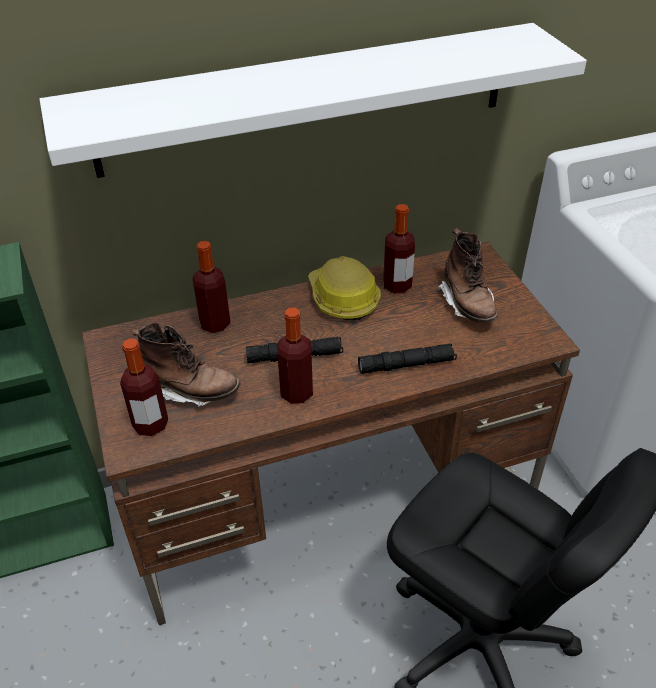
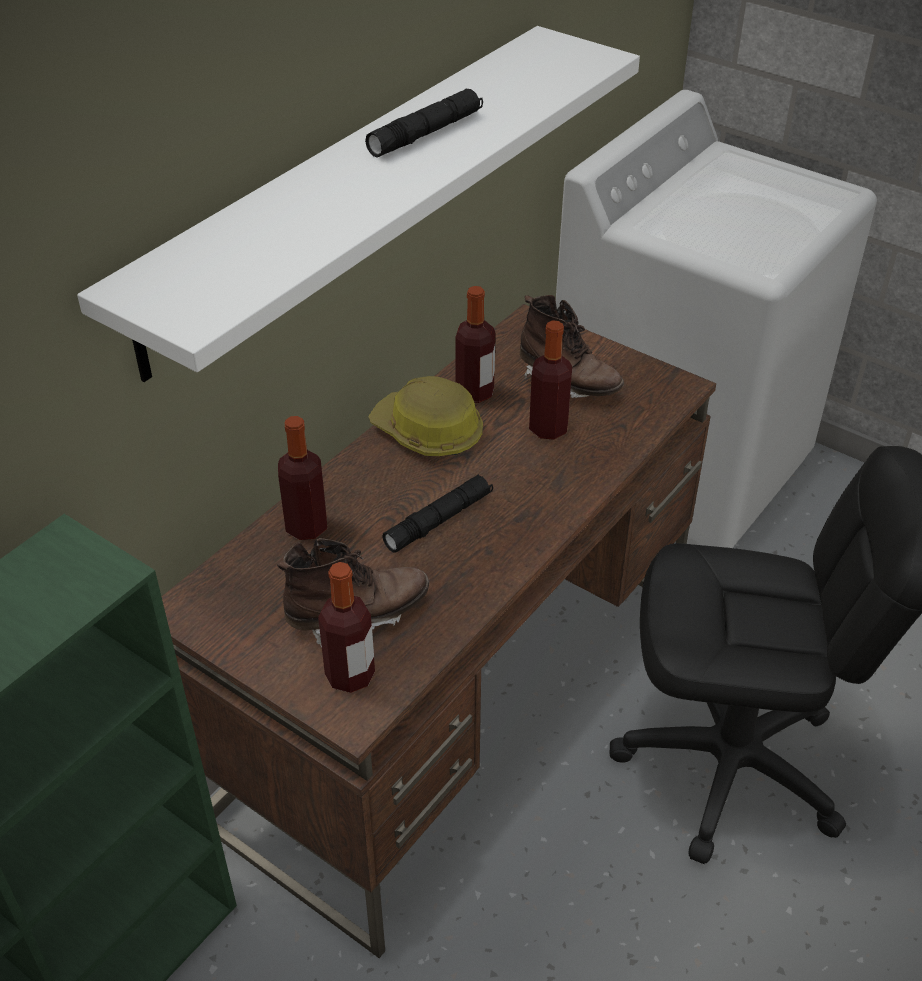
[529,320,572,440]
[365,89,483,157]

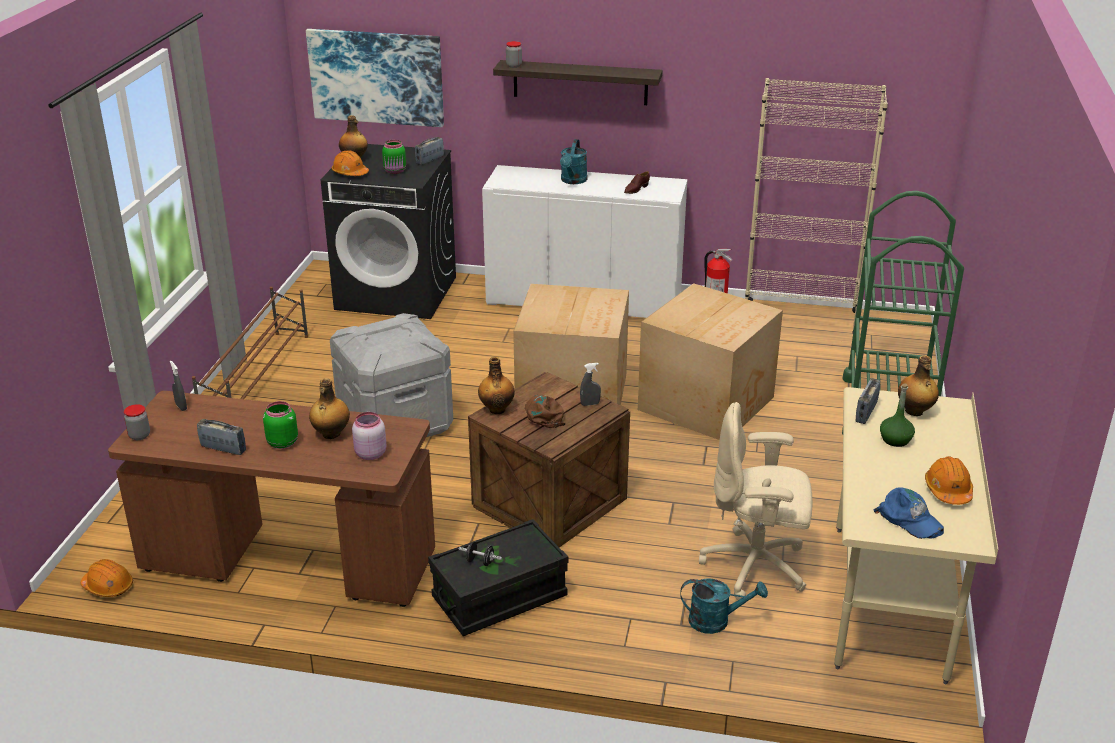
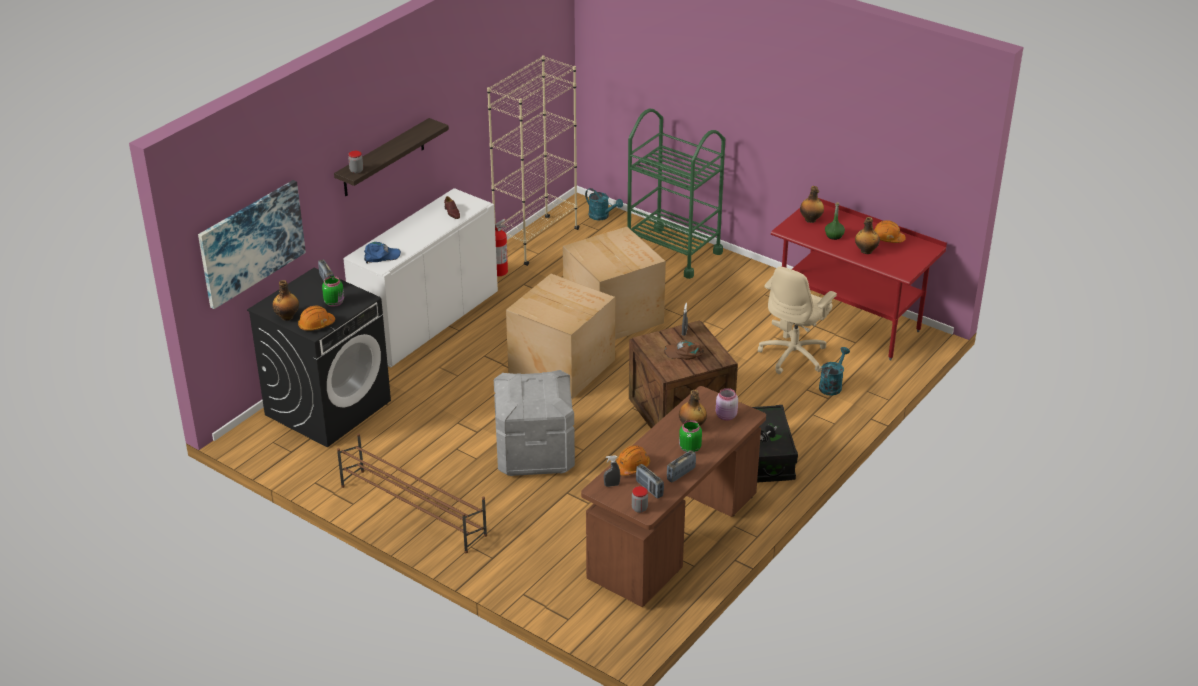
[616,445,650,476]
[855,217,880,254]
[585,188,623,220]
[771,198,947,360]
[636,464,664,498]
[364,242,401,264]

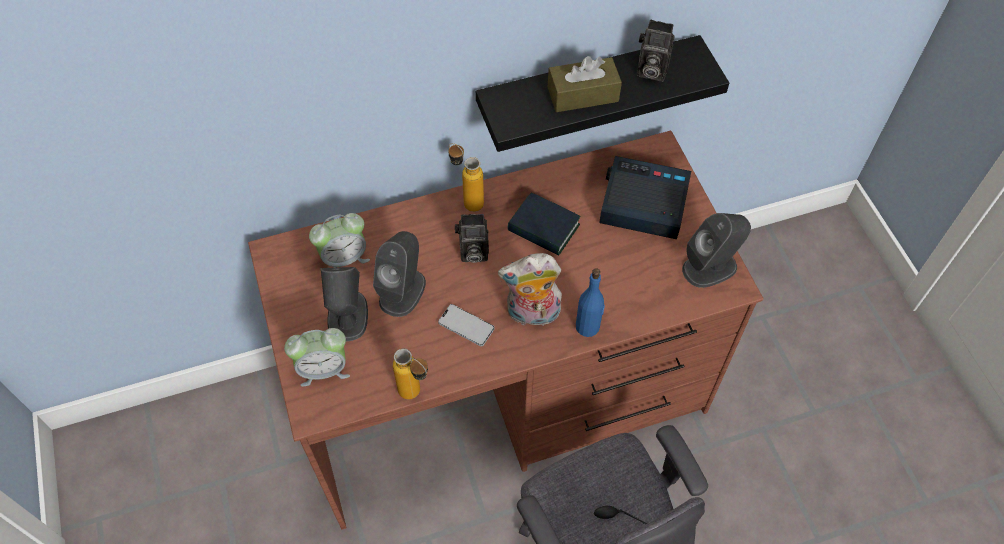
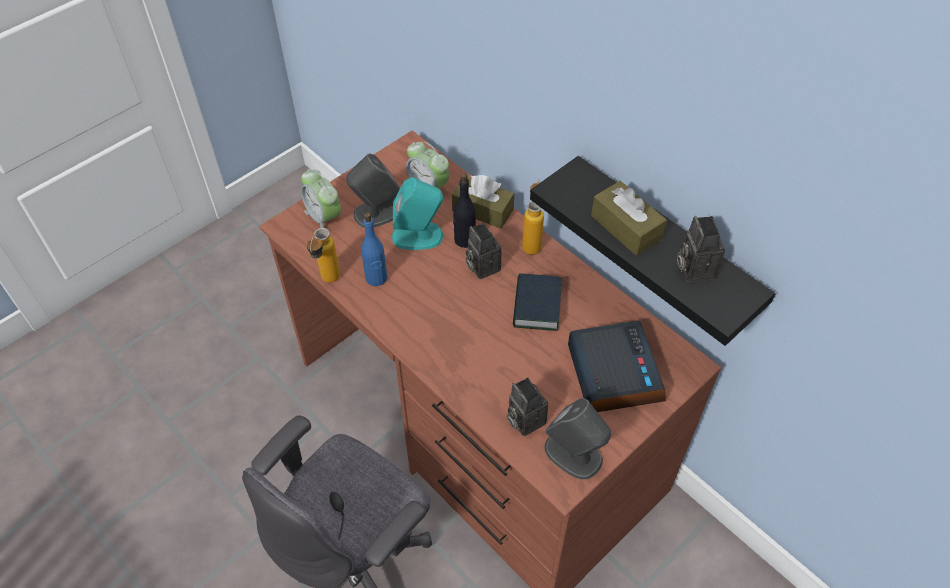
[392,177,443,250]
[438,304,494,346] (first image)
[498,253,563,326] (first image)
[361,212,387,286]
[452,175,514,228]
[453,173,476,248]
[507,378,548,436]

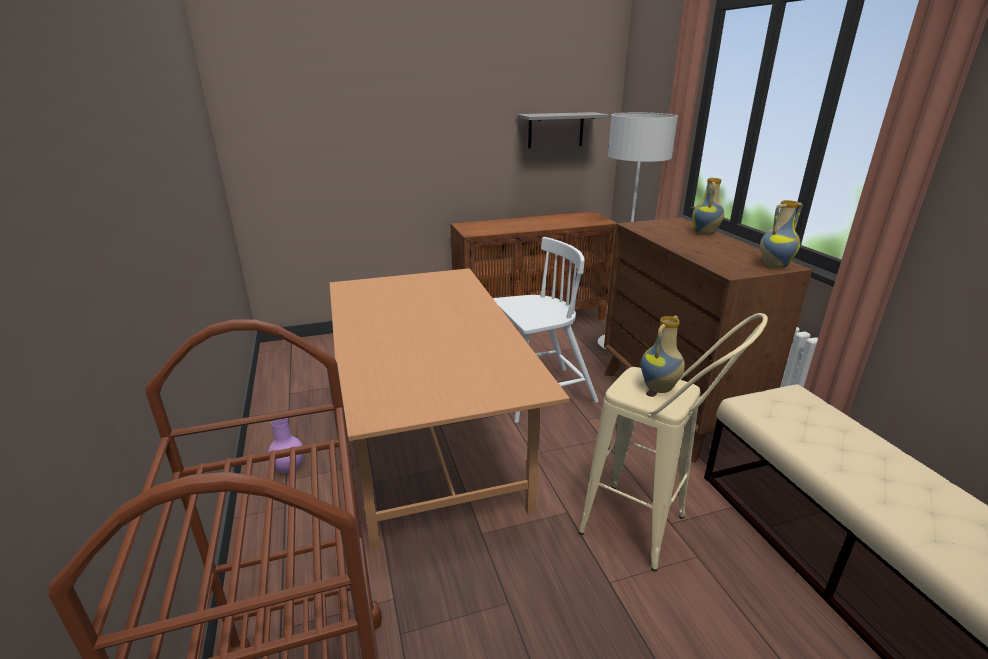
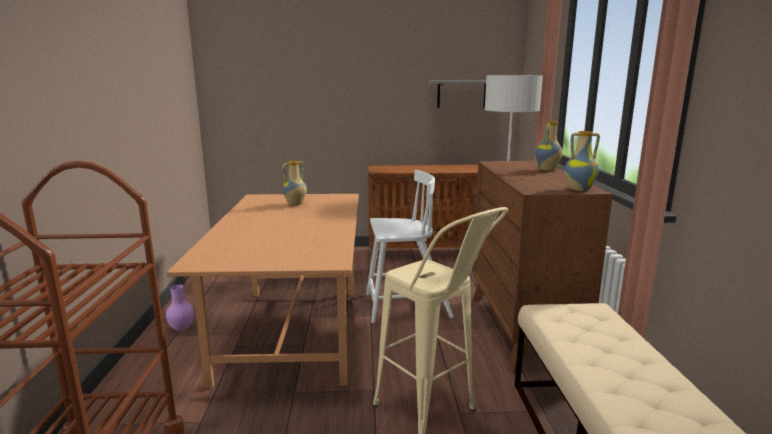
[283,161,307,205]

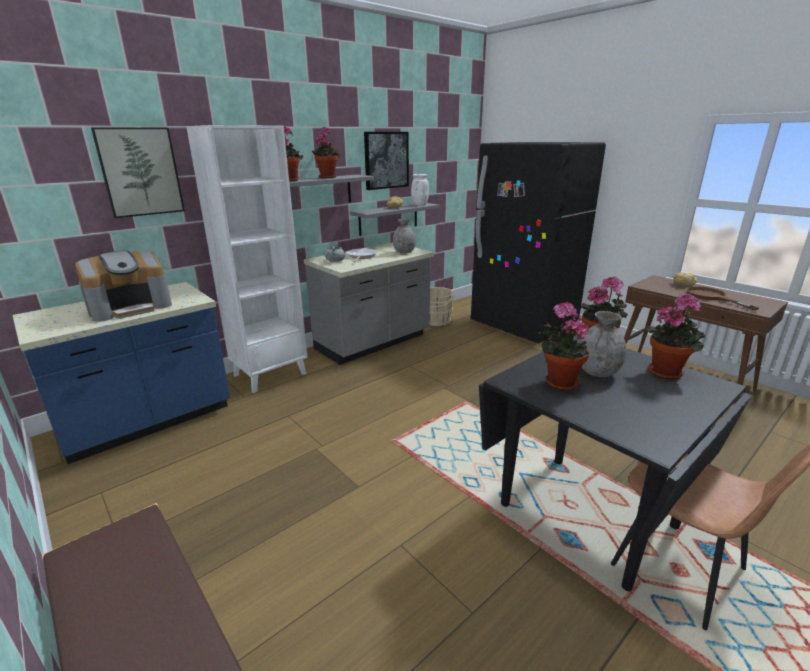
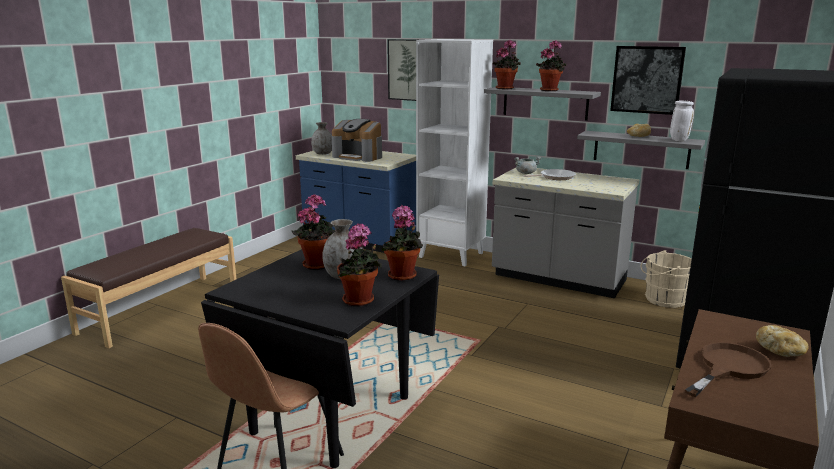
[311,122,332,155]

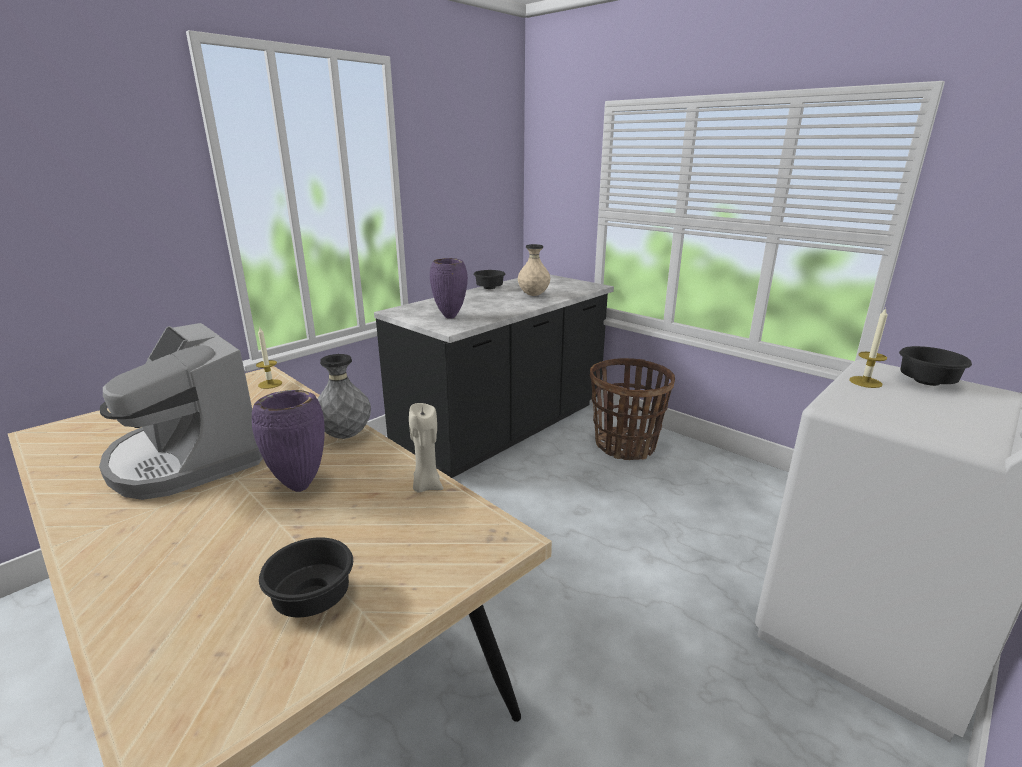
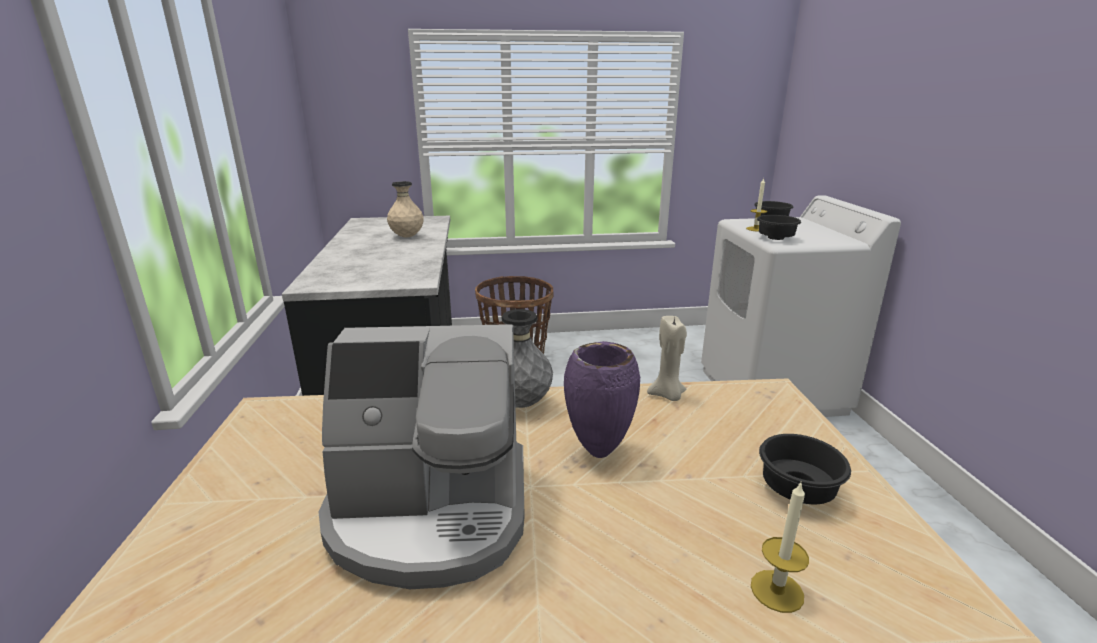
[751,483,809,613]
[430,258,468,319] (first image)
[757,215,801,240]

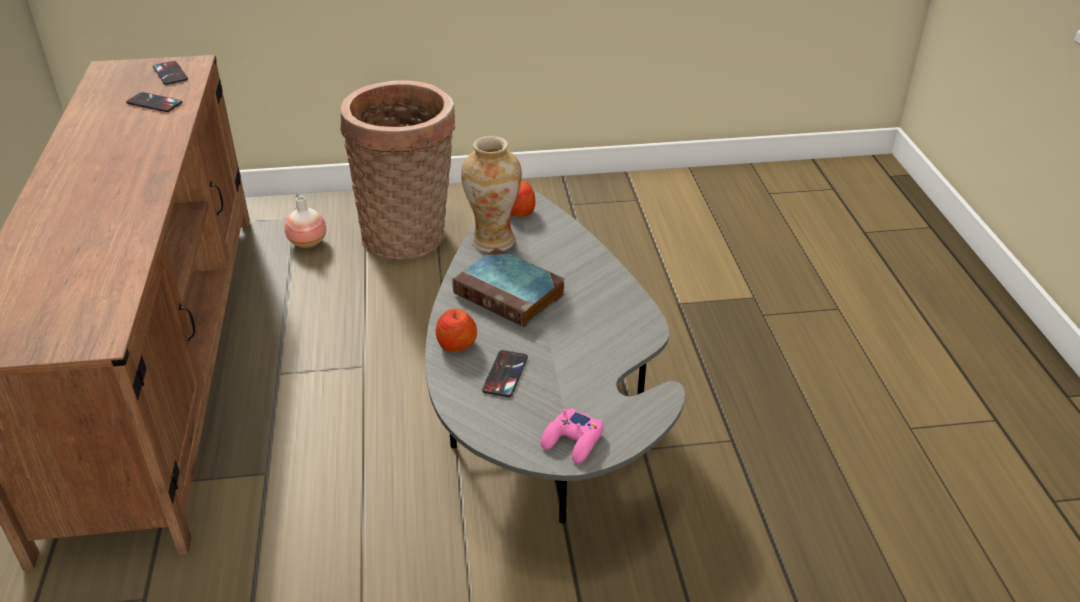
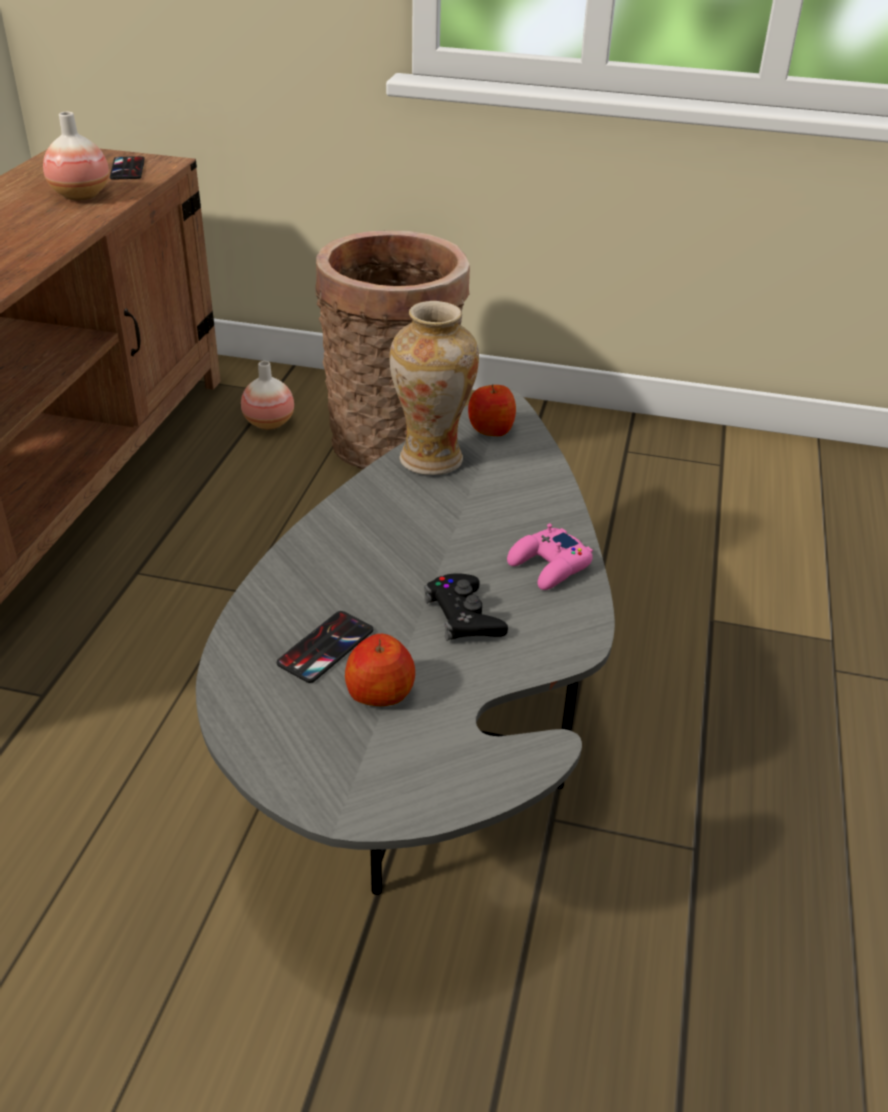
[43,112,109,201]
[345,634,415,706]
[452,248,565,327] (first image)
[507,523,593,590]
[424,574,508,641]

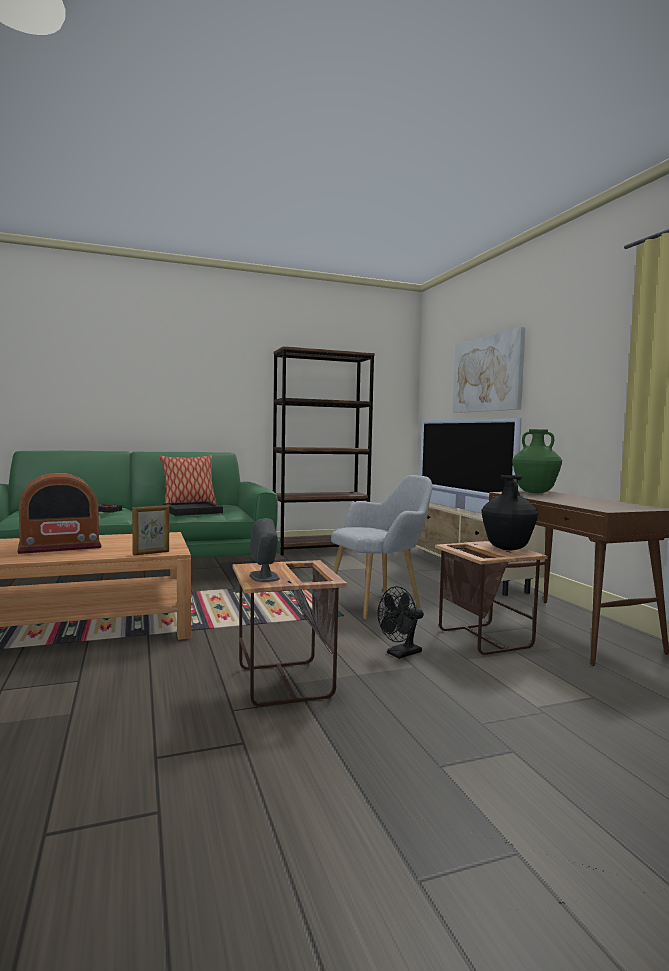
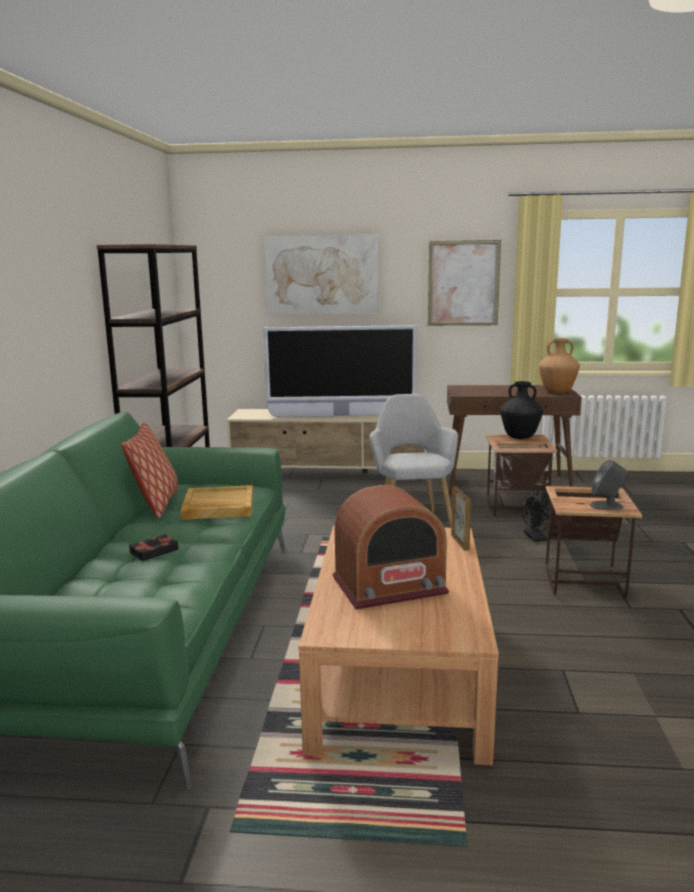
[332,485,449,609]
[180,485,253,520]
[512,429,562,493] (first image)
[428,240,501,326]
[539,338,580,393]

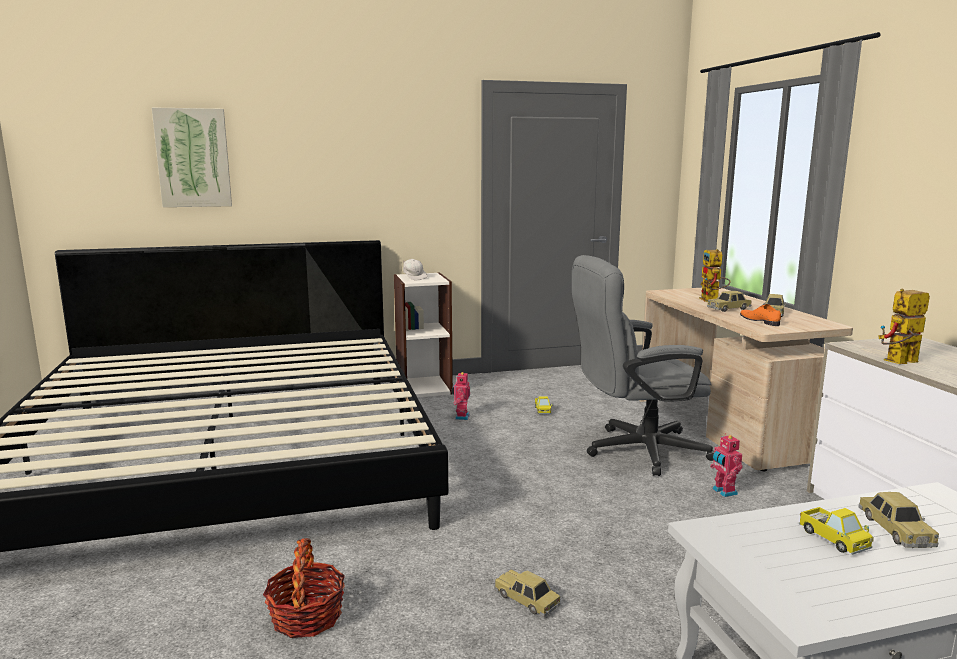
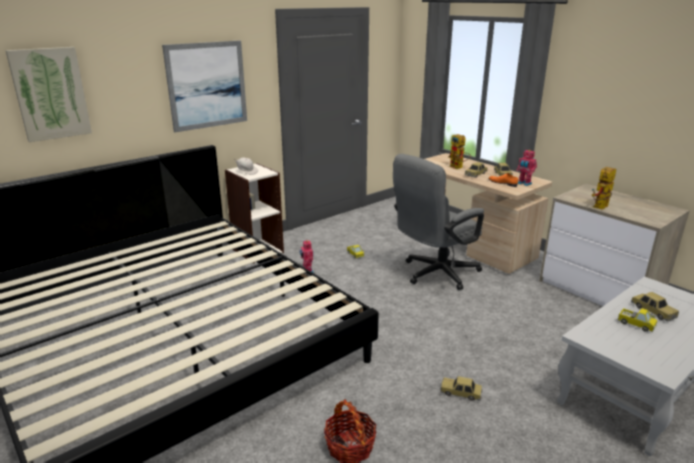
[516,149,537,186]
[162,41,247,132]

